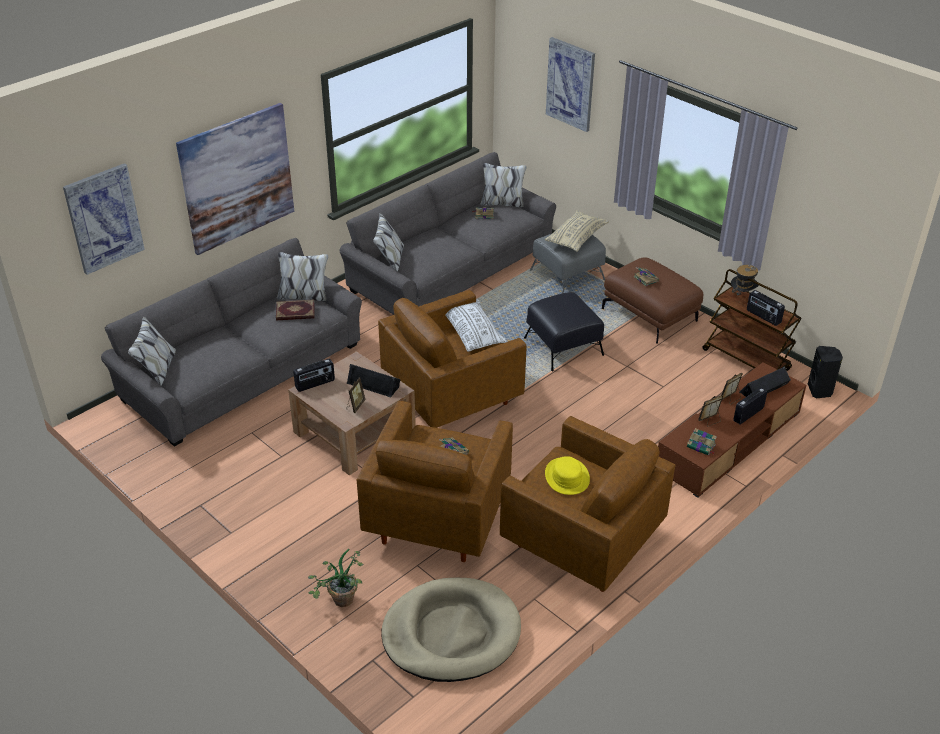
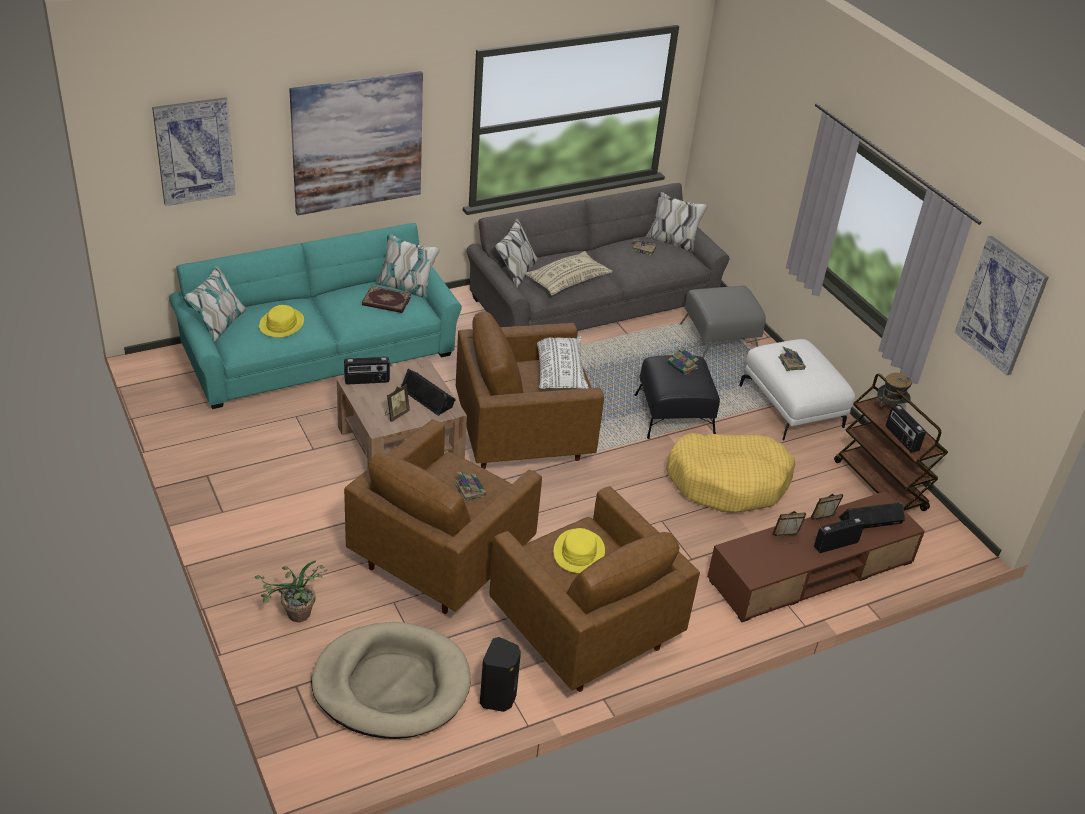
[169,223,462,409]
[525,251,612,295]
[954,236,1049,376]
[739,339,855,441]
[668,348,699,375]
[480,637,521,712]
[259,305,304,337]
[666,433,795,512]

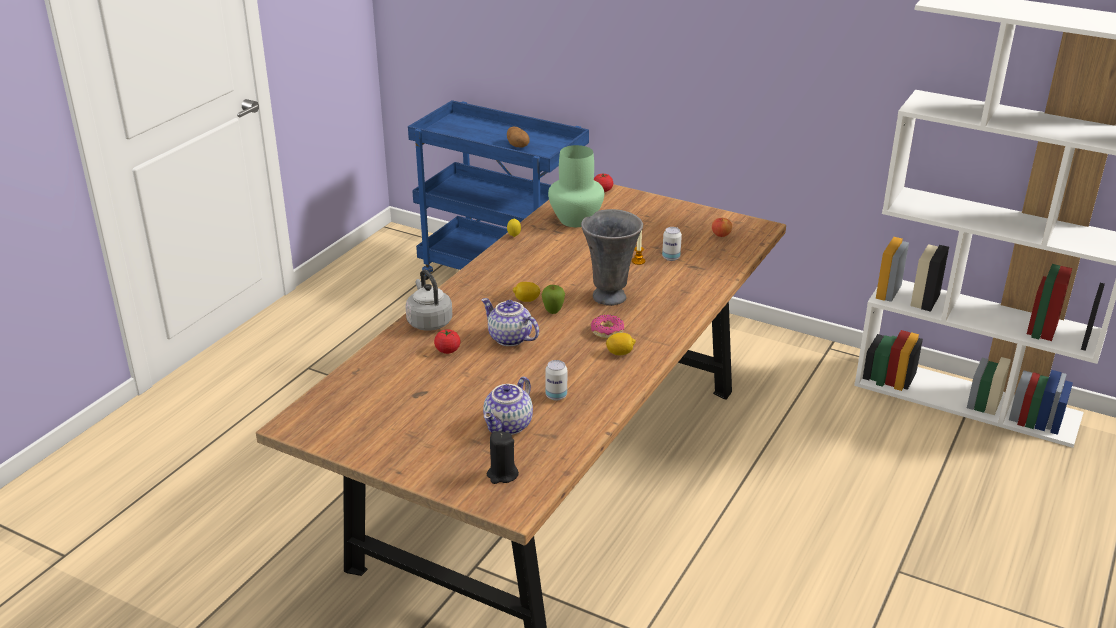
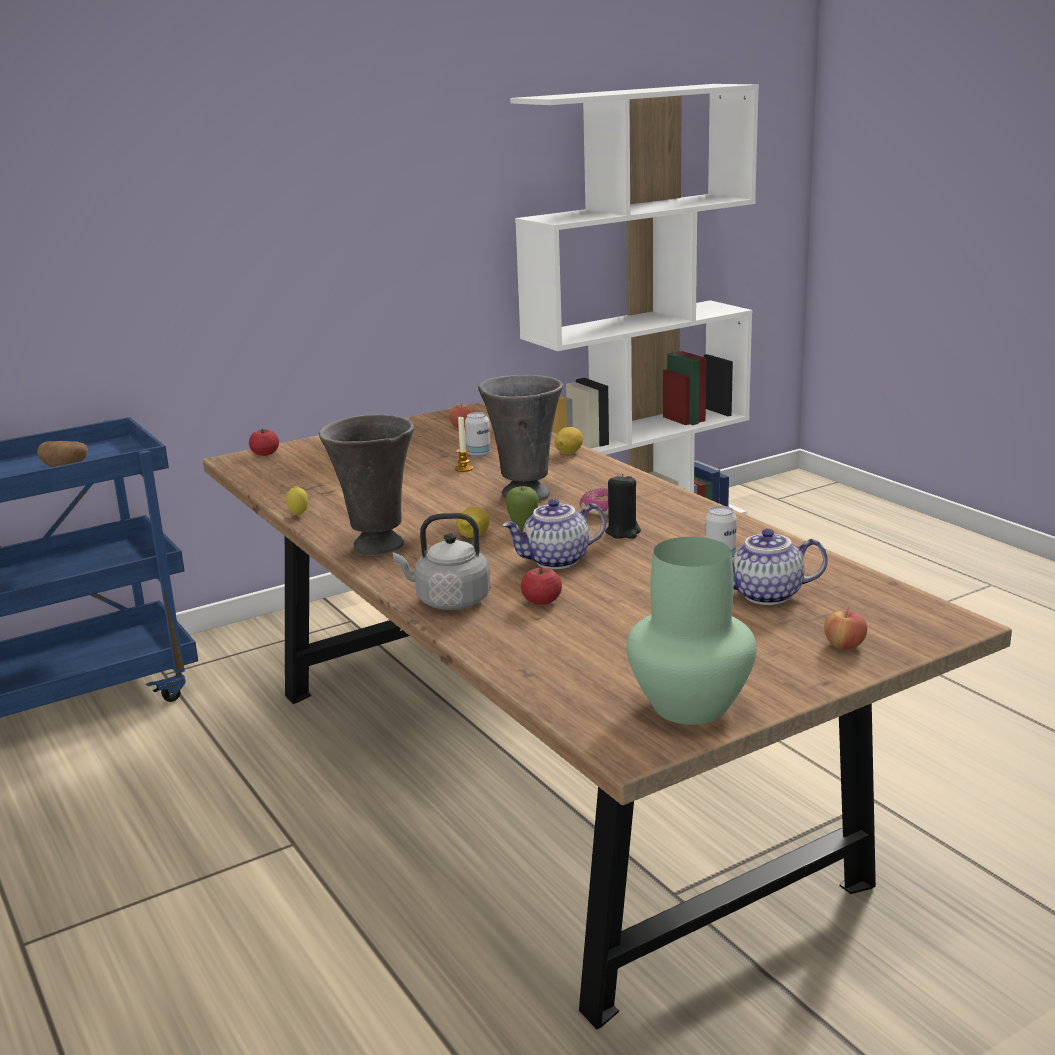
[732,529,828,605]
[605,474,641,539]
[627,537,757,725]
[555,427,583,454]
[319,414,414,556]
[824,607,867,650]

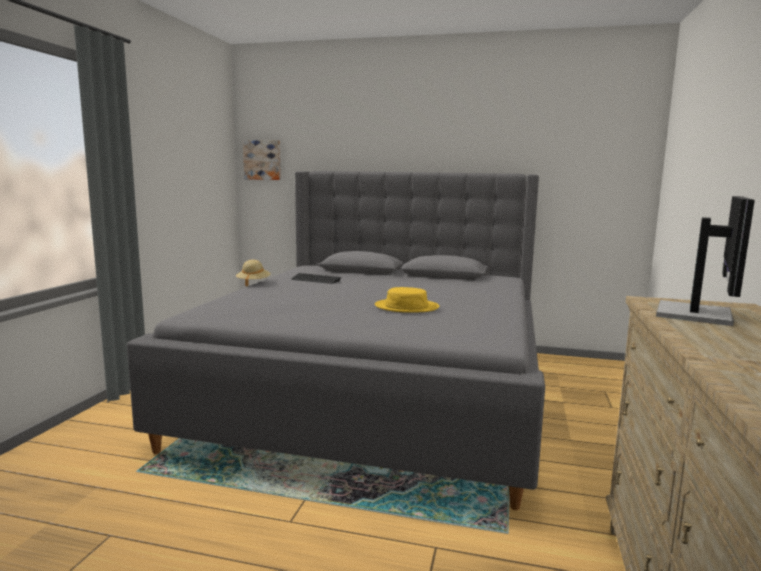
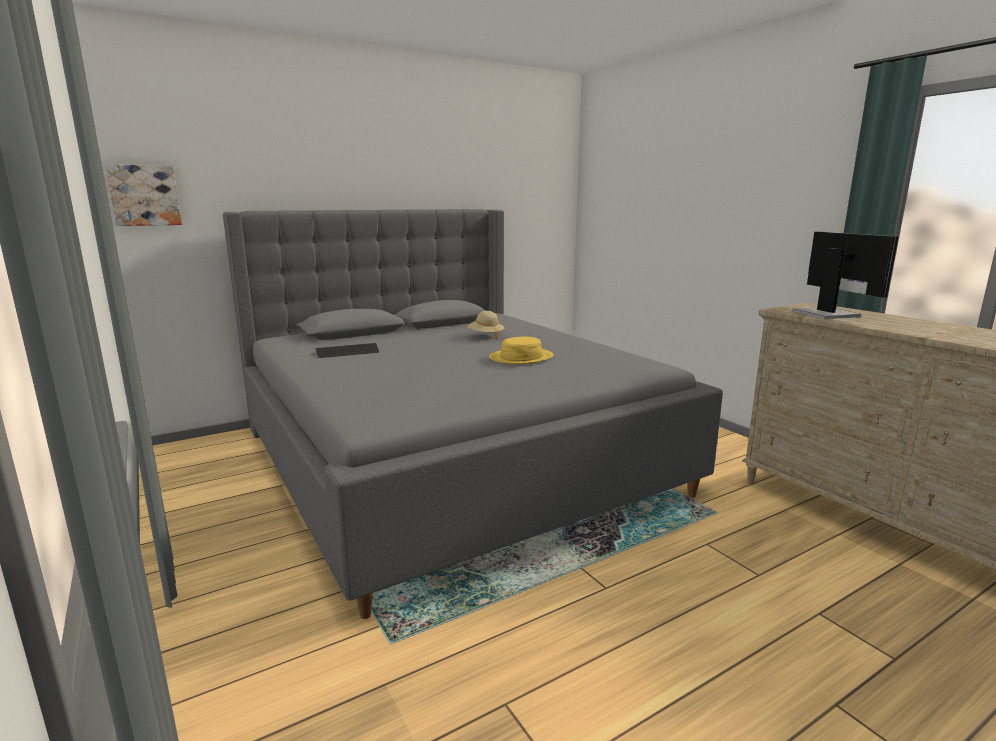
[467,311,504,339]

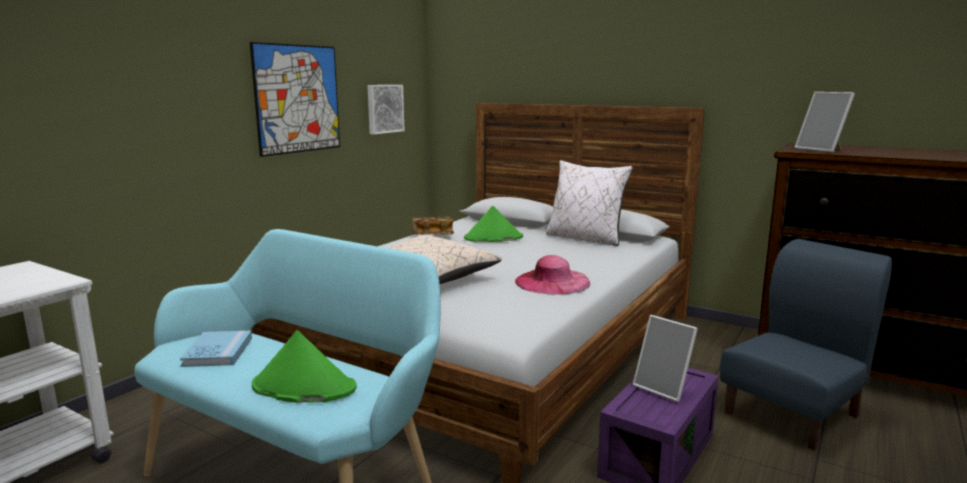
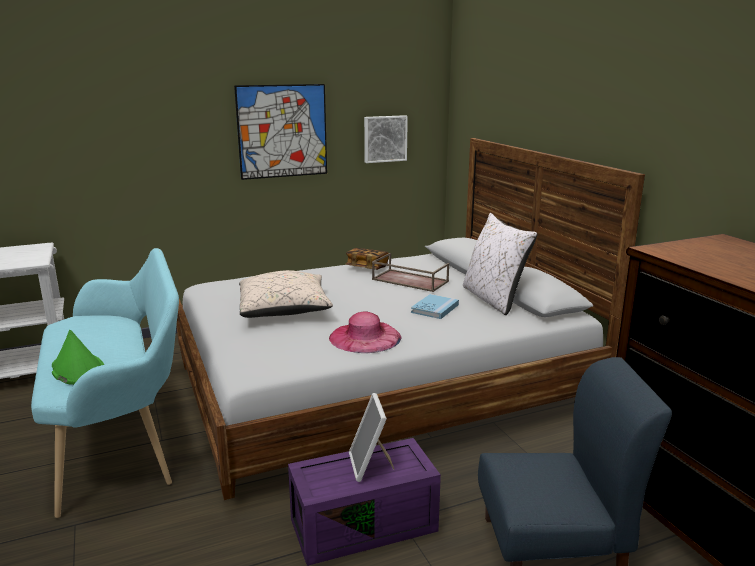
[411,294,459,319]
[372,253,449,292]
[795,92,855,153] (first image)

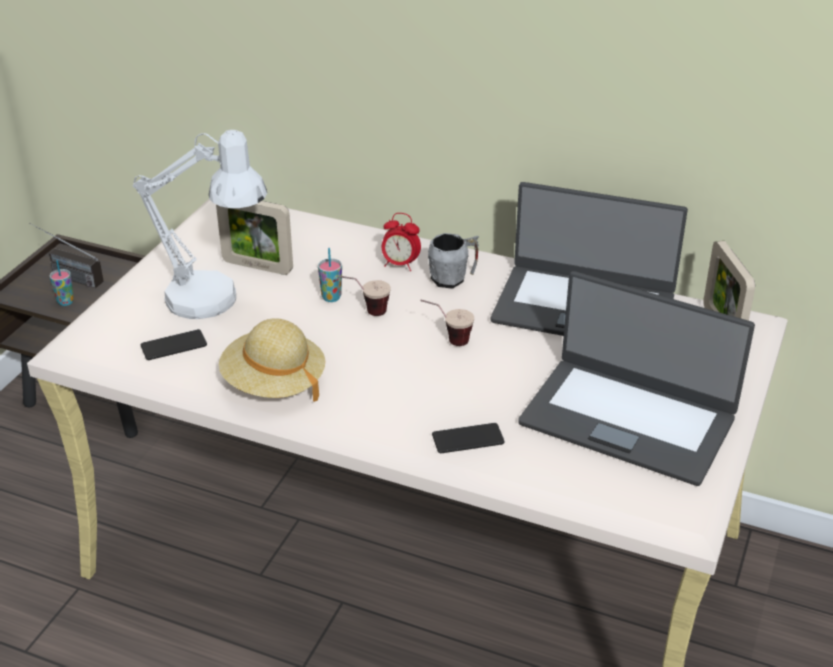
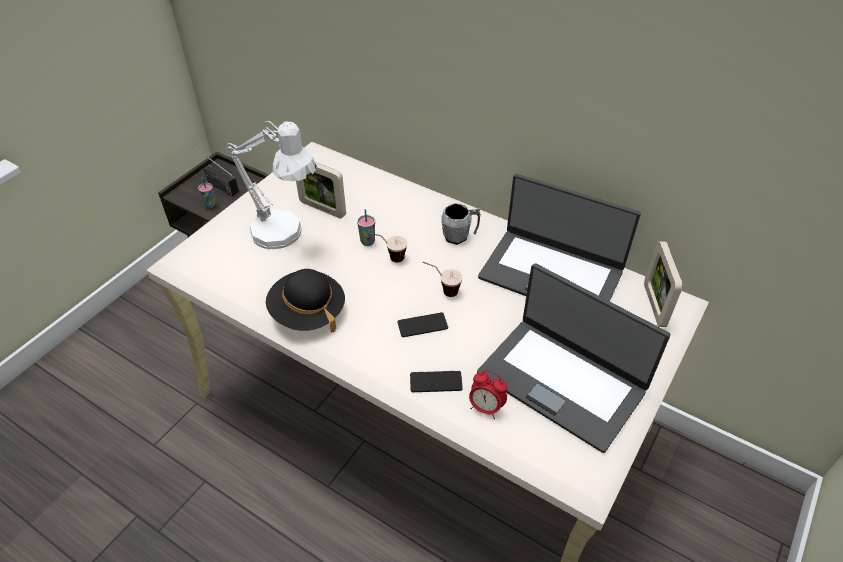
[397,312,448,337]
[266,269,345,333]
[469,370,507,419]

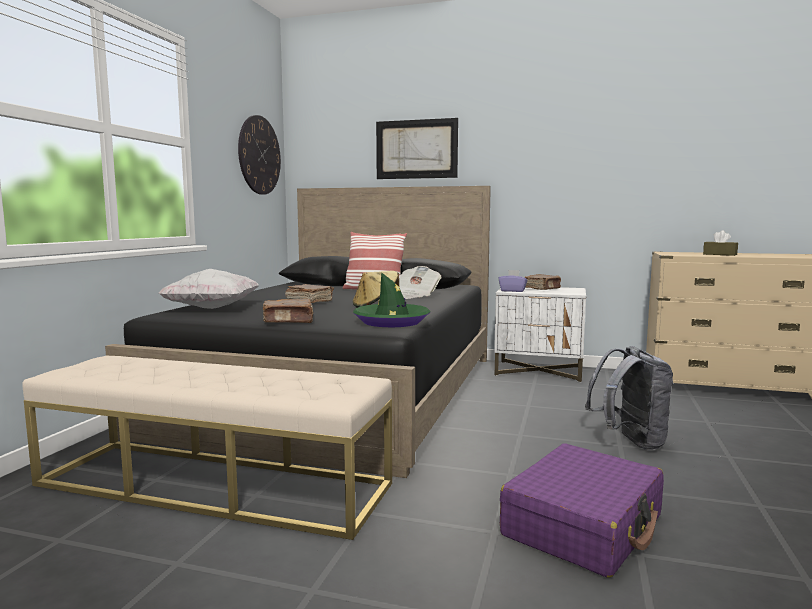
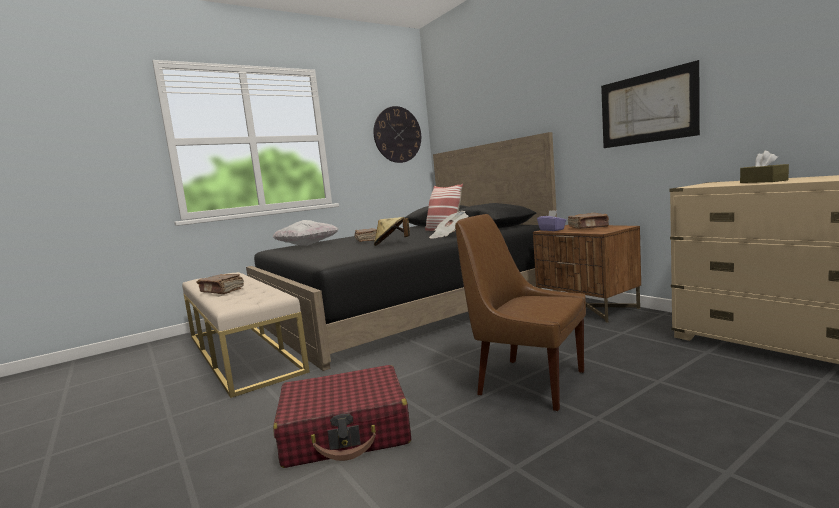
[196,274,244,294]
[353,272,430,327] (first image)
[601,60,700,148]
[533,225,641,323]
[273,365,411,468]
[455,214,586,411]

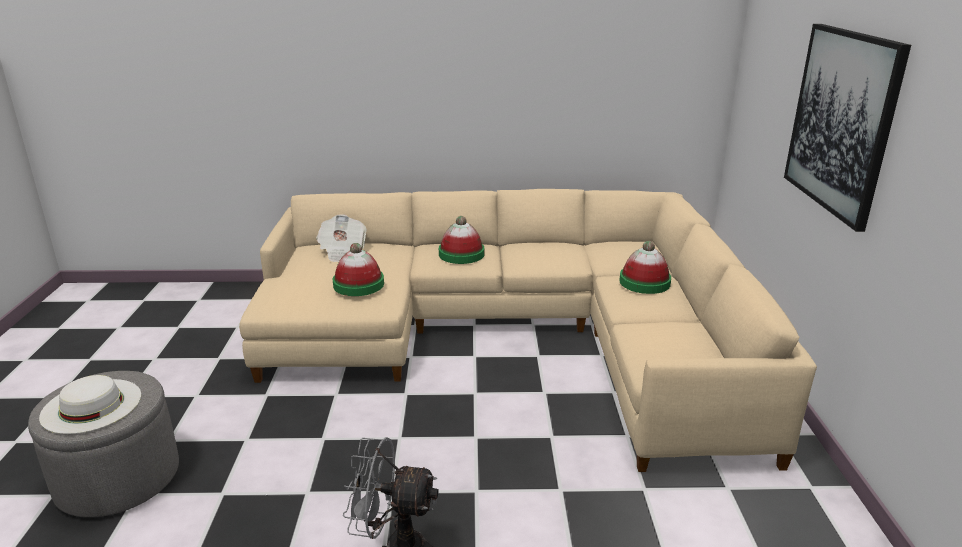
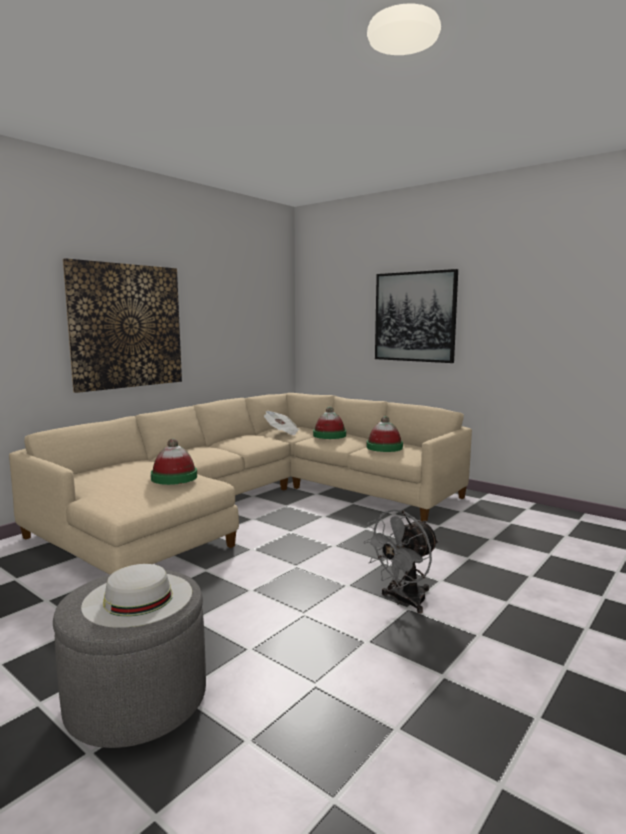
[264,411,300,435]
[367,416,403,452]
[63,258,182,393]

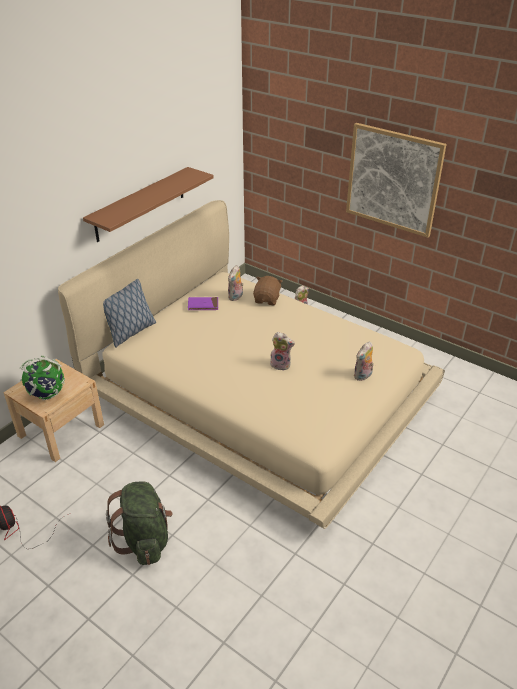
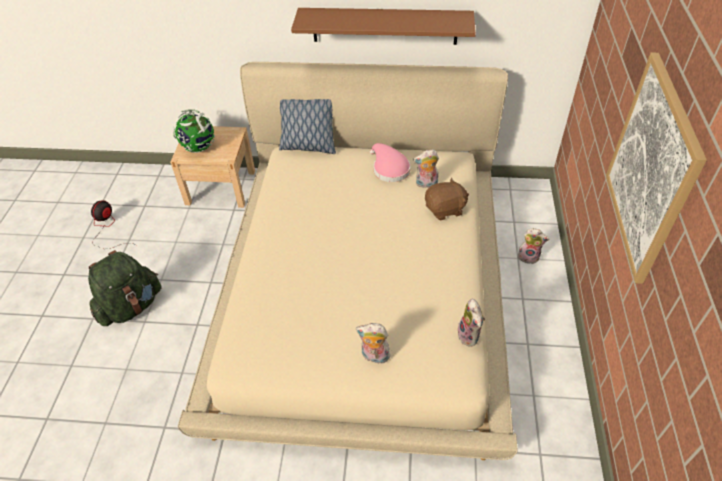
[370,143,410,182]
[458,298,485,347]

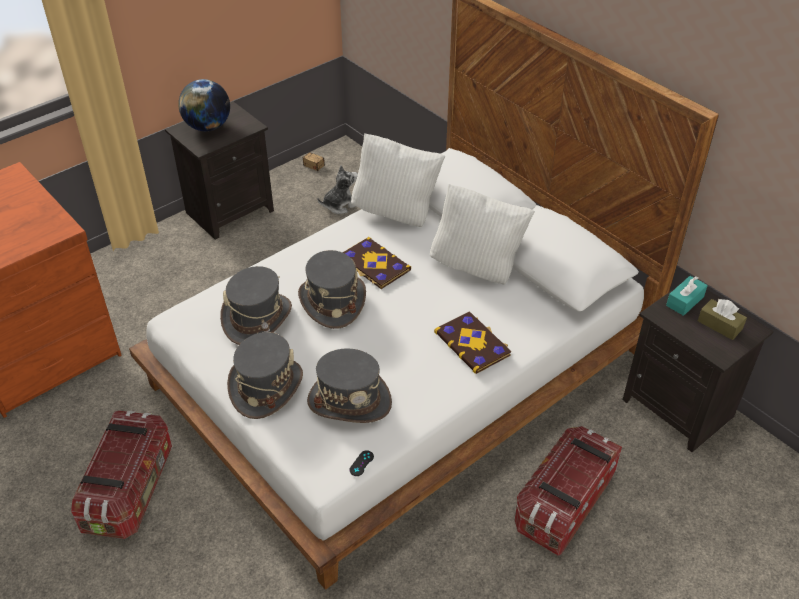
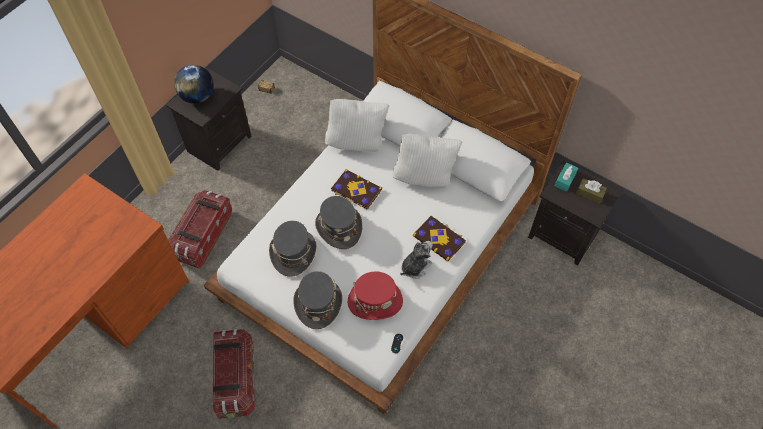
[348,272,403,320]
[400,241,433,279]
[168,190,232,268]

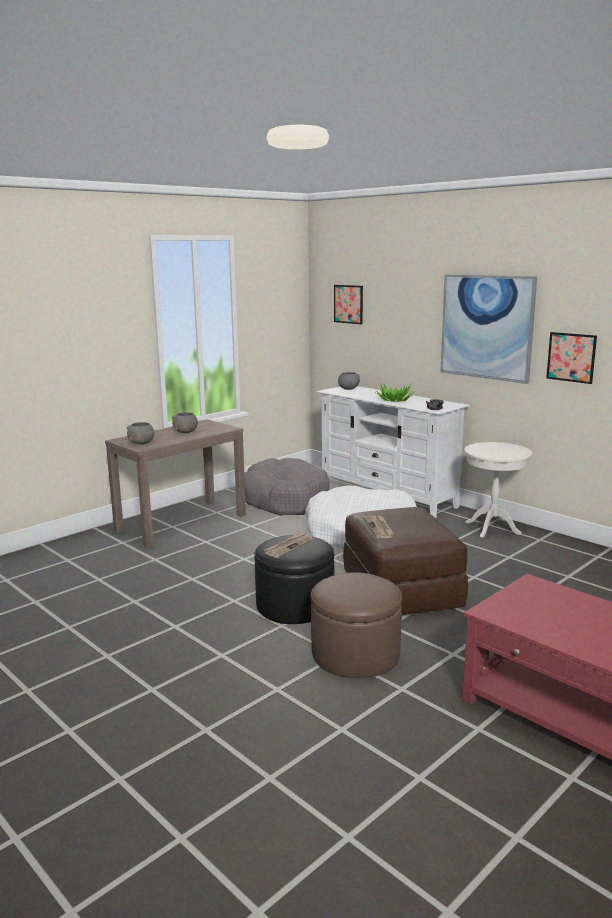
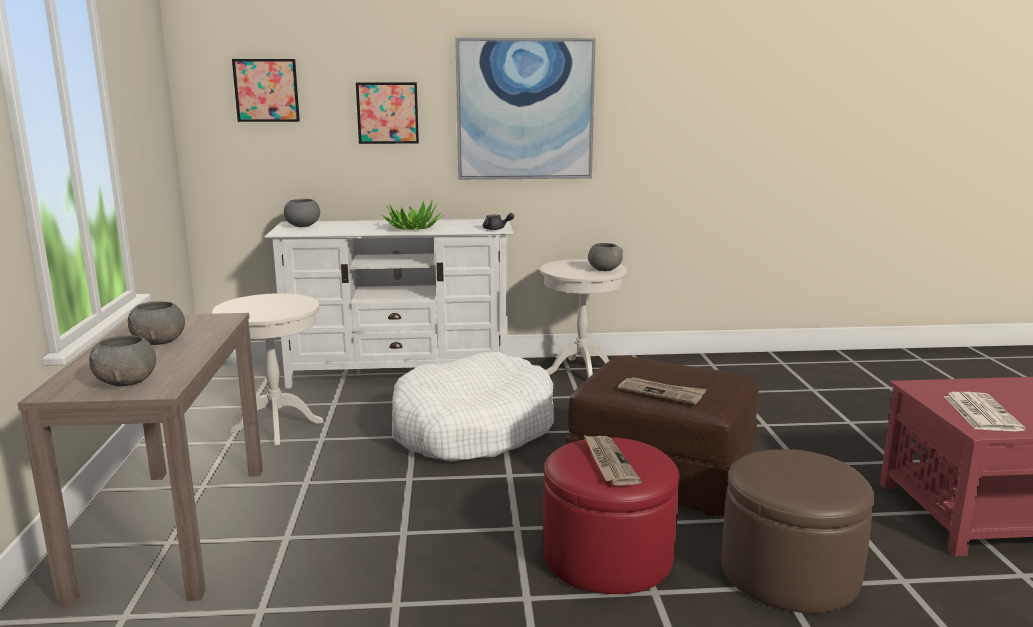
[212,293,323,446]
[543,437,680,594]
[356,82,419,144]
[588,243,623,271]
[944,392,1026,431]

